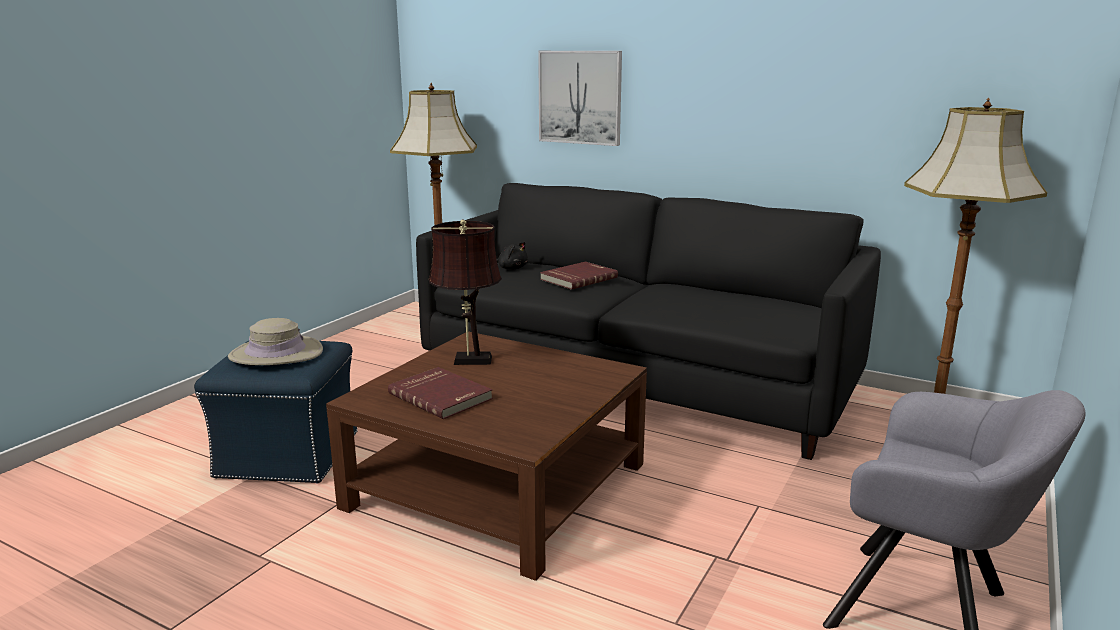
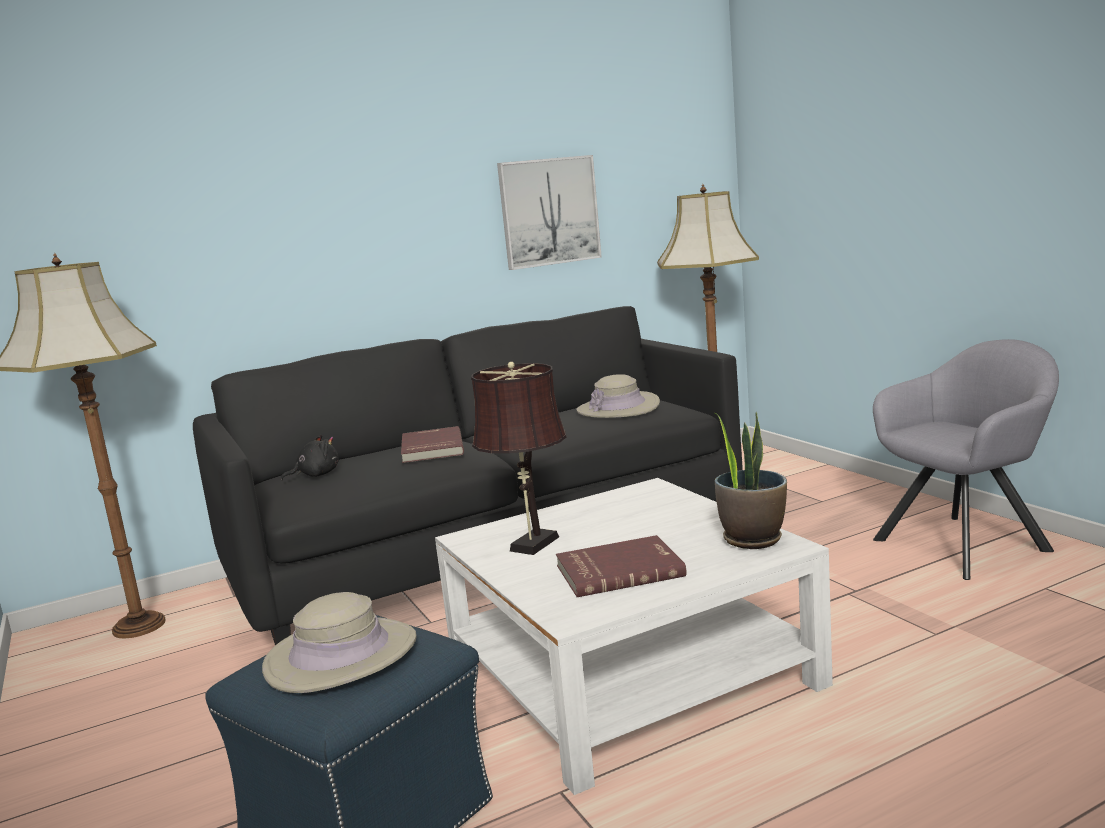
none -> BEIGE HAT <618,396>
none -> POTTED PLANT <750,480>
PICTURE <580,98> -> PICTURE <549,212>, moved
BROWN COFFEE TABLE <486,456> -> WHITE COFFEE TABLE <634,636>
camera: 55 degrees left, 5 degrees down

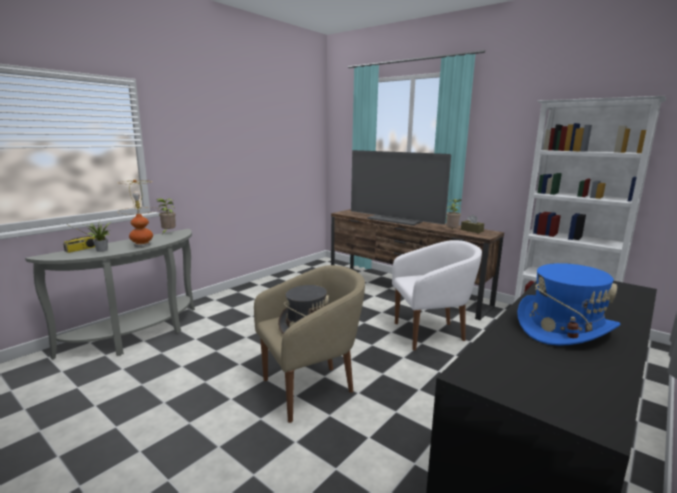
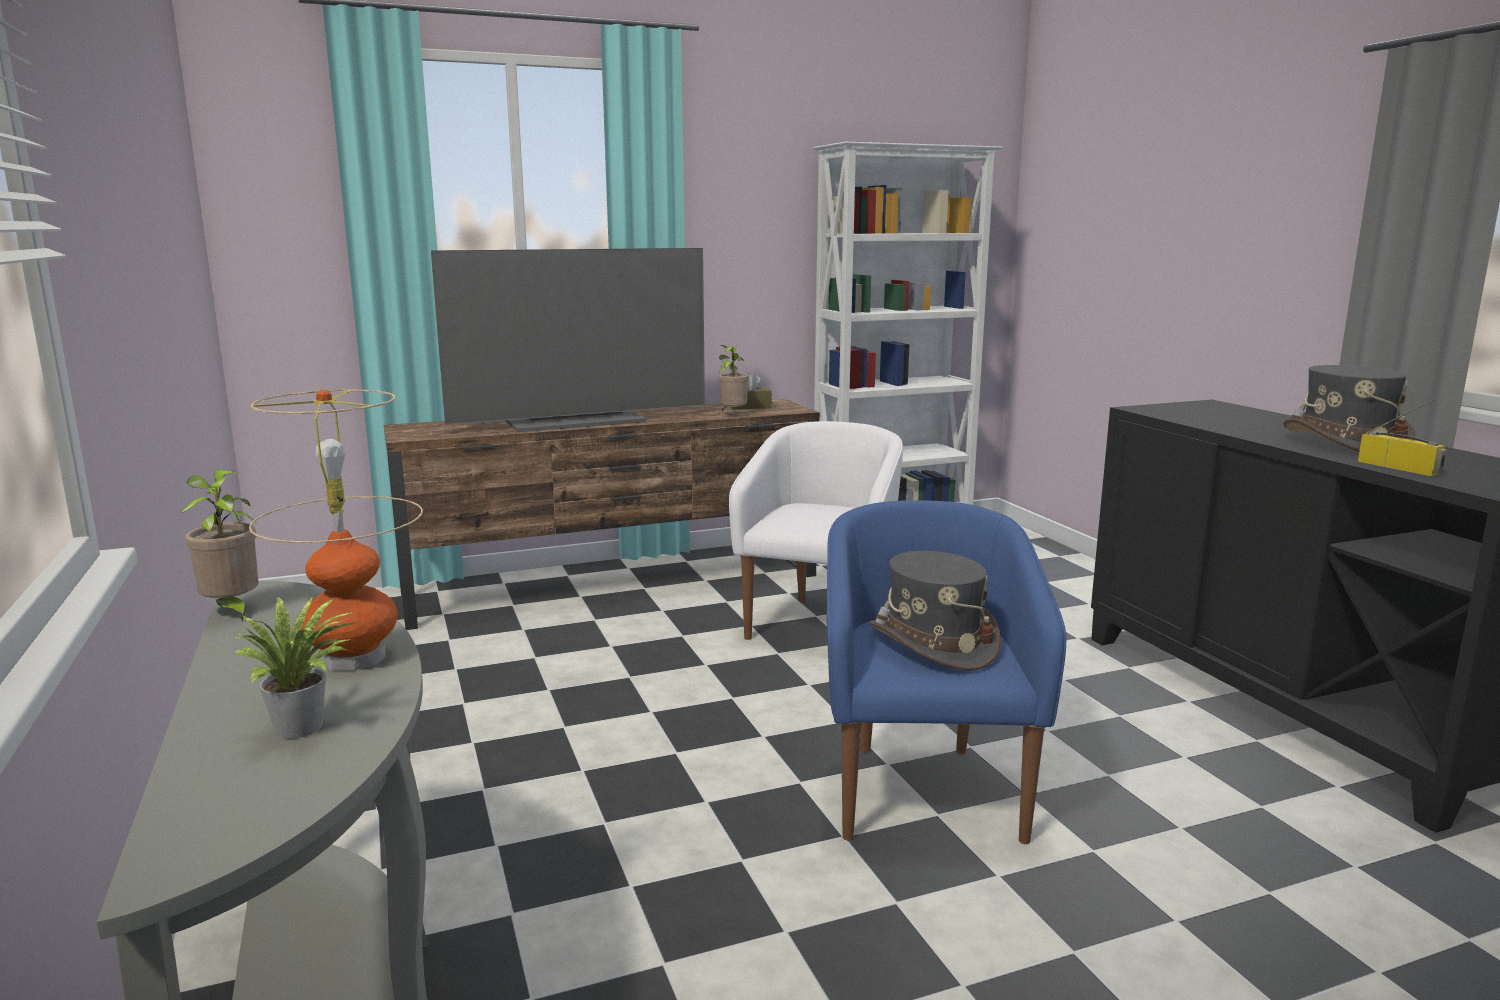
RADIO <79,238> -> RADIO <1402,437>, moved
BEIGE ARMCHAIR <309,344> -> BLUE ARMCHAIR <946,672>
BLUE HAT <568,304> -> GREY HAT <1349,408>
camera: 60 degrees left, 0 degrees up

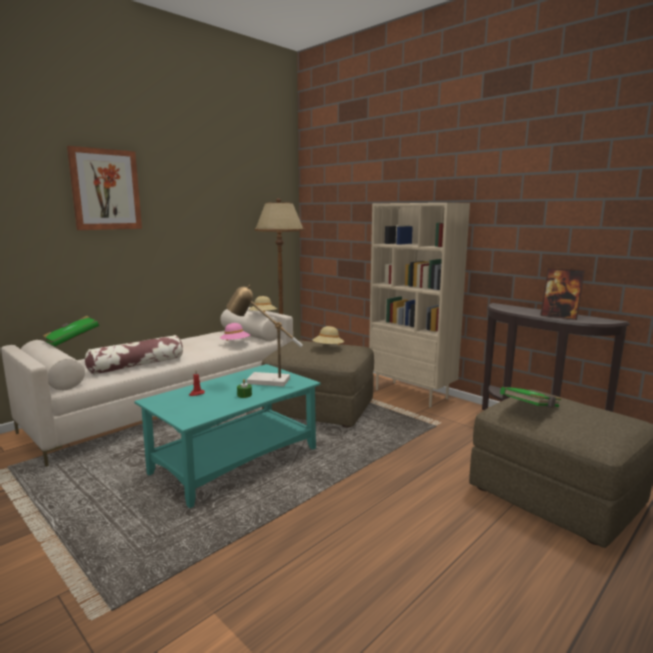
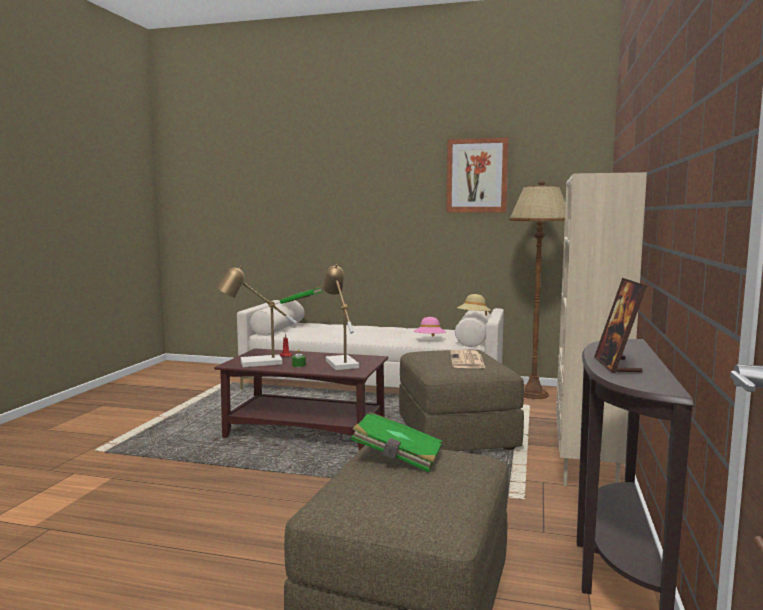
PILLOW <134,355> -> none
none -> TABLE LAMP <256,316>
PICTURE <104,188> -> PICTURE <478,174>, moved
BEIGE HAT <328,335> -> NEWSPAPER <467,359>
TURQUOISE COFFEE TABLE <227,436> -> BROWN COFFEE TABLE <301,399>
camera: 60 degrees right, 5 degrees down

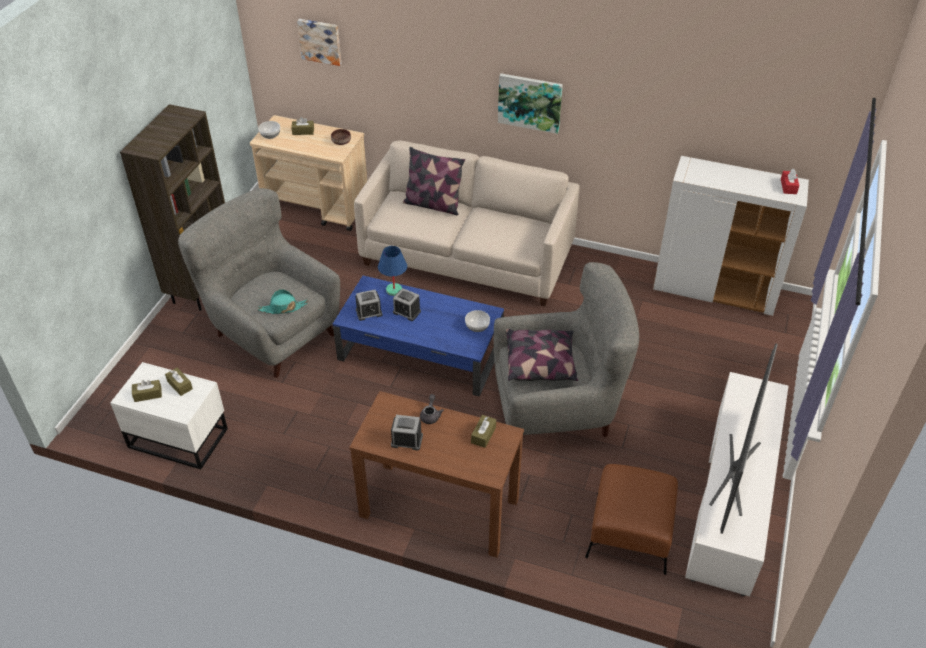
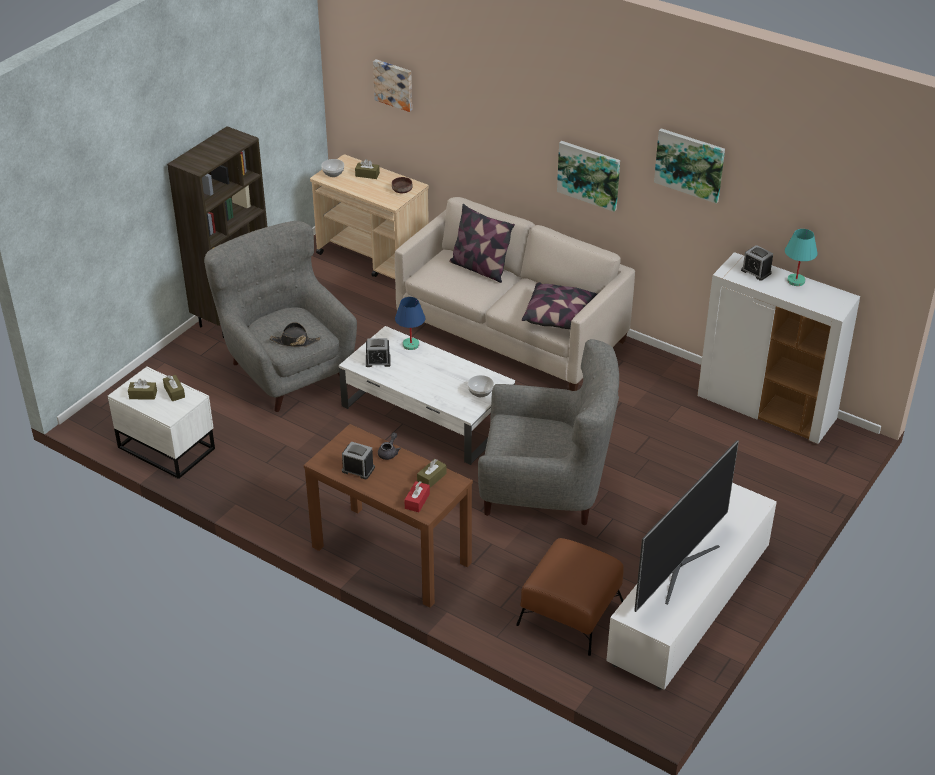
none -> PICTURE <689,165>
none -> TURQUOISE TABLE LAMP <801,257>
ALARM CLOCK <407,304> -> ALARM CLOCK <757,263>, moved
PILLOW <542,355> -> PILLOW <559,305>, moved
RED TISSUE BOX <790,181> -> RED TISSUE BOX <417,496>, moved
TURQUOISE HAT <283,301> -> BLACK HAT <295,334>
BLUE COFFEE TABLE <418,336> -> WHITE COFFEE TABLE <427,395>
camera: 15 degrees right, 5 degrees down

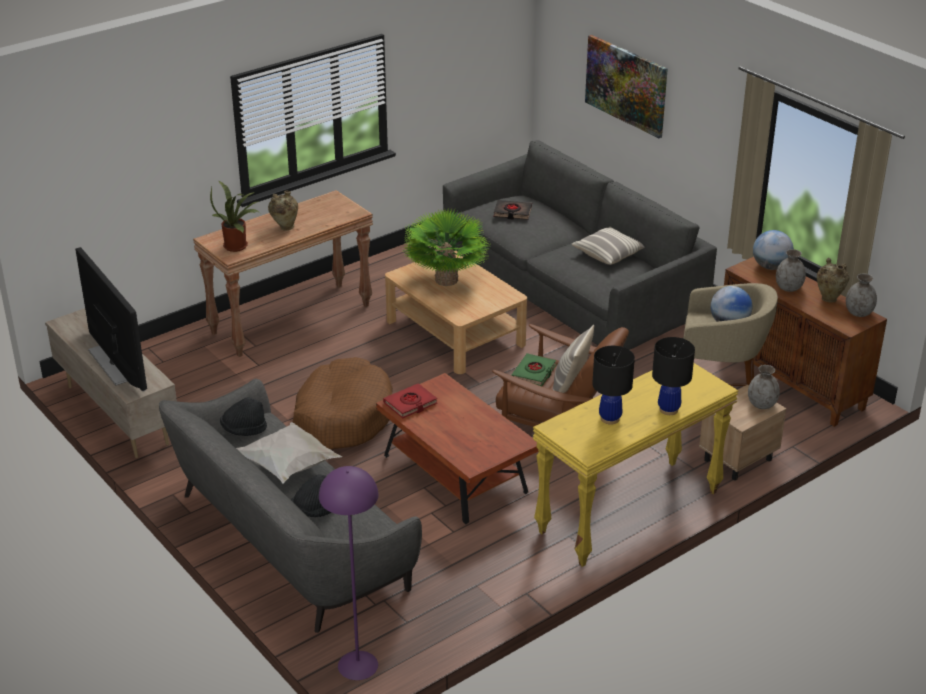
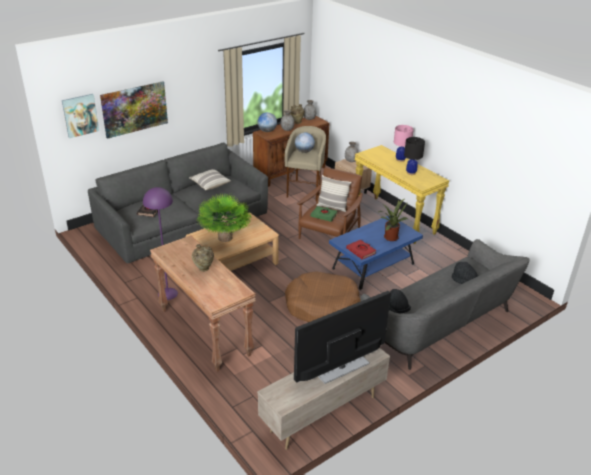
WHITE PILLOW <289,452> -> none
none -> PICTURE <80,116>
POTTED PLANT <235,216> -> POTTED PLANT <393,220>, moved
PURPLE FLOOR LAMP <348,573> -> PURPLE FLOOR LAMP <160,243>, moved
BROWN COFFEE TABLE <457,448> -> BLUE COFFEE TABLE <376,252>
BLACK TABLE LAMP <673,376> -> PINK TABLE LAMP <404,143>
camera: 90 degrees left, 0 degrees up

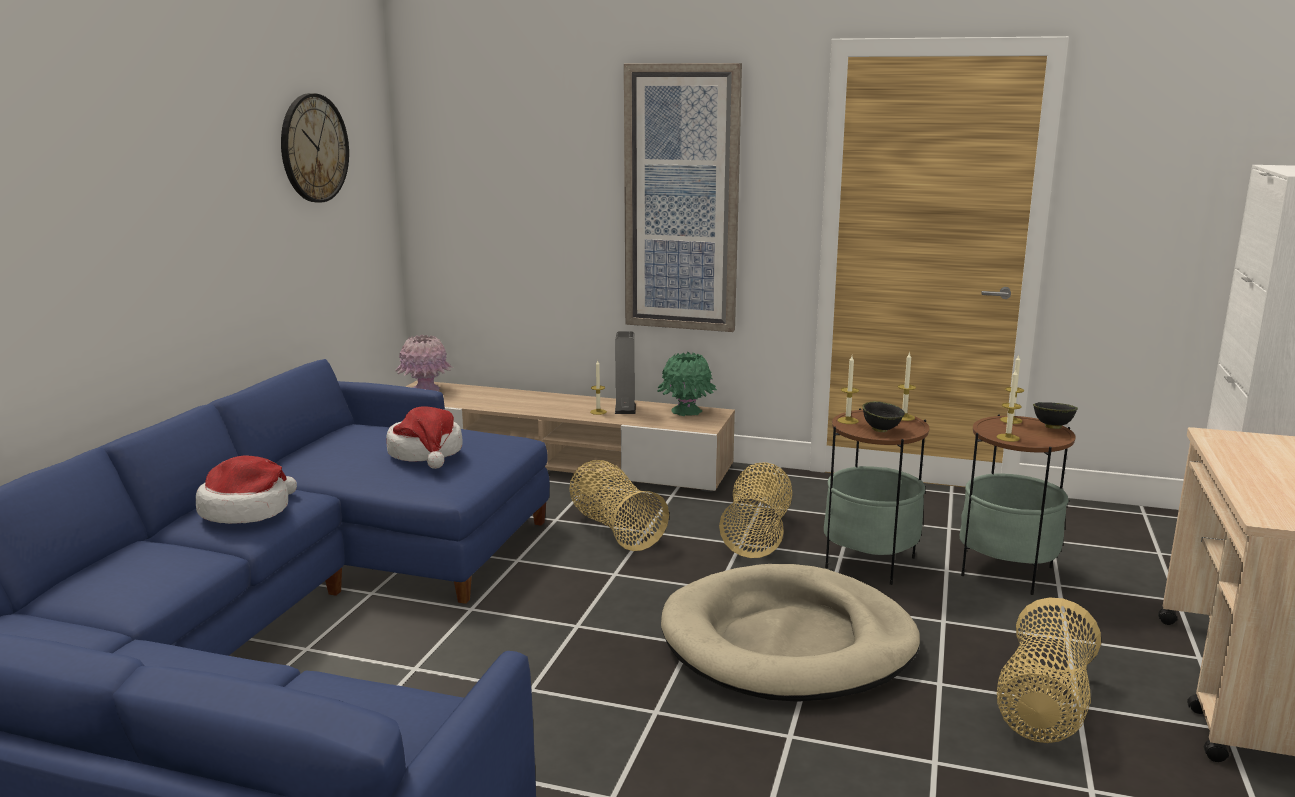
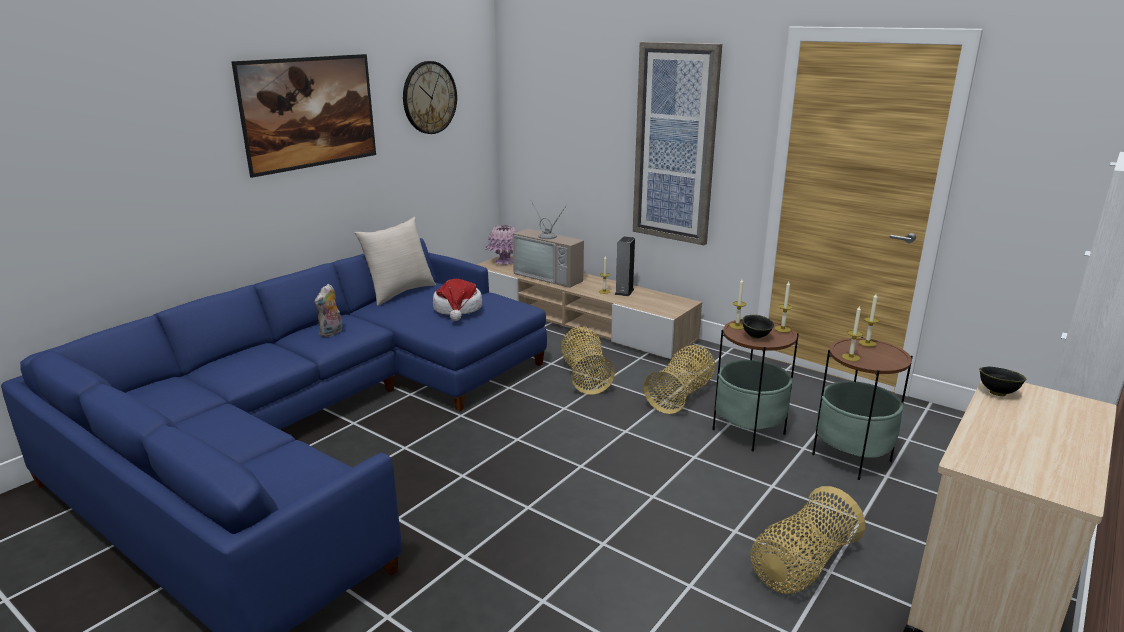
GREEN VASE <687,384> -> none
BEIGE DOG BED <790,633> -> none
none -> PICTURE <303,116>
none -> BEIGE PILLOW <395,261>
none -> TELEVISION <548,243>
BLACK BOWL <1055,415> -> BLACK BOWL <1002,381>, moved
HAT <246,489> -> PLUSH TOY <329,310>
camera: 20 degrees right, 5 degrees up

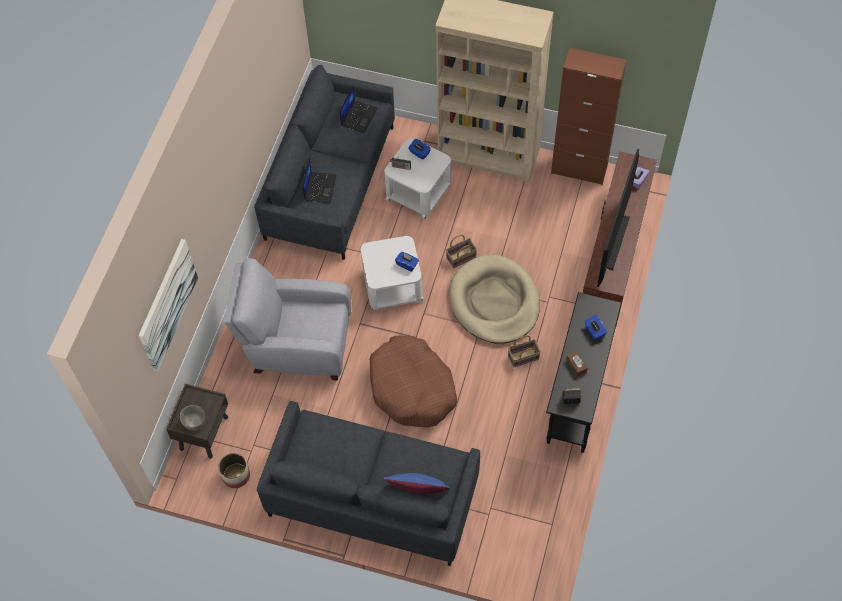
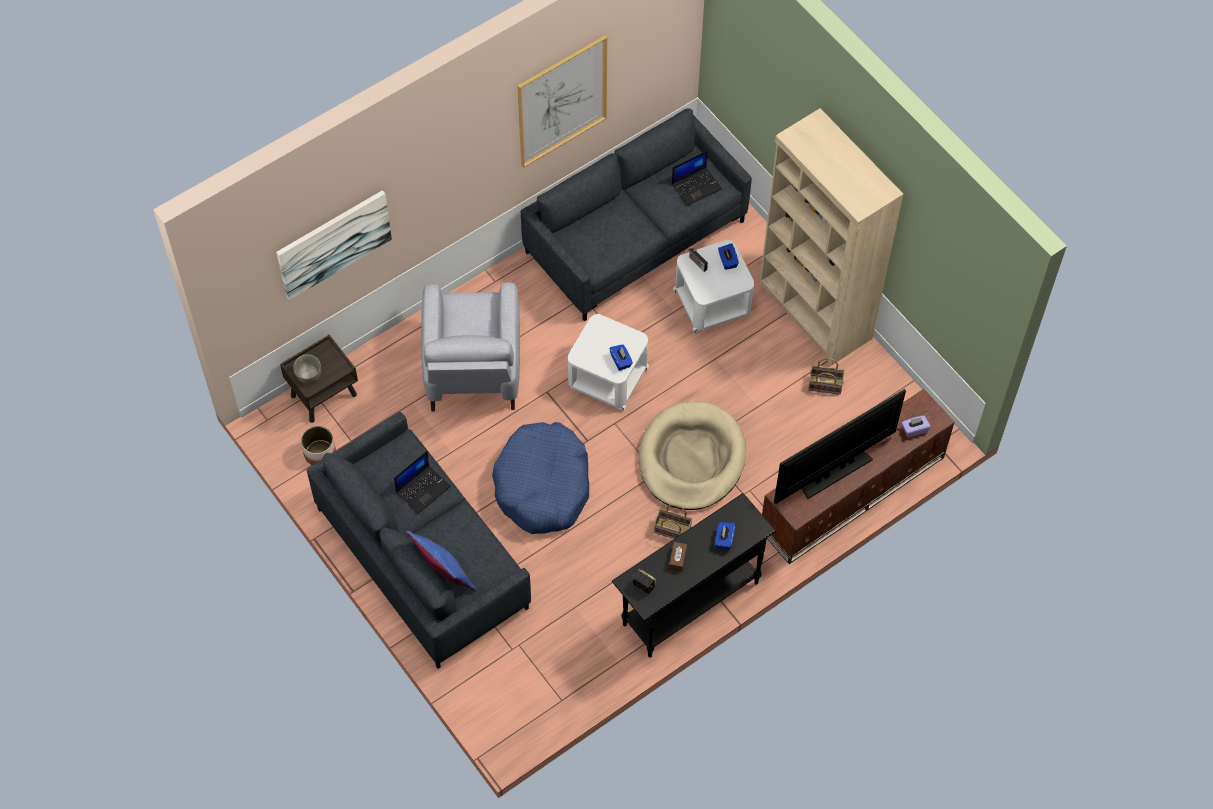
BROWN CABINET <589,116> -> none
none -> PICTURE <562,101>
LAPTOP <319,180> -> LAPTOP <422,482>, moved
BASKET <461,251> -> BASKET <826,376>, moved
BROWN DOG BED <413,381> -> BLUE DOG BED <540,478>
GREY ARMCHAIR <287,319> -> GREY ARMCHAIR <470,346>, 135 degrees counterclockwise
camera: 35 degrees right, 0 degrees up

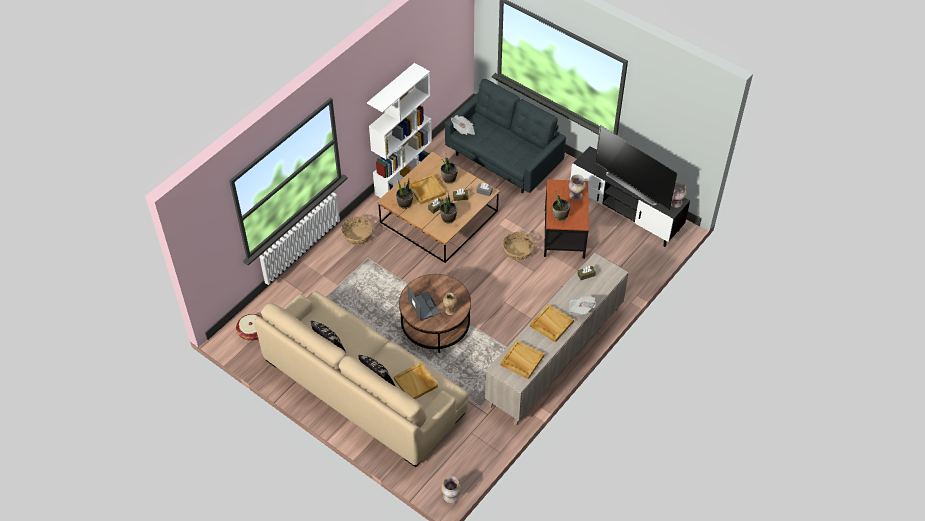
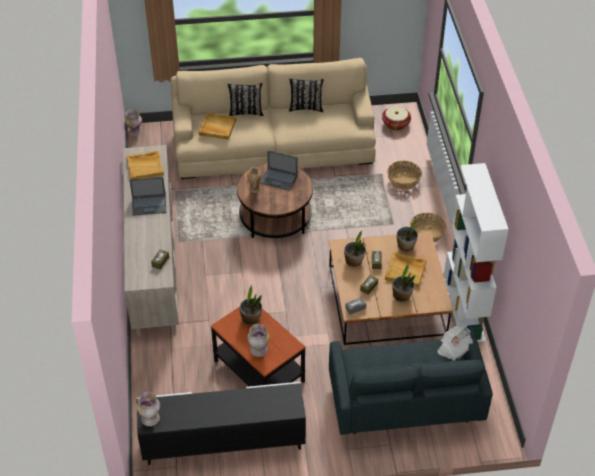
NEWSPAPER <582,305> -> none
TELEVISION <636,168> -> none
BASKET <518,246> -> BASKET <404,175>, moved
BEIGE TRAY <552,323> -> LAPTOP <147,196>
camera: 135 degrees right, 5 degrees down

